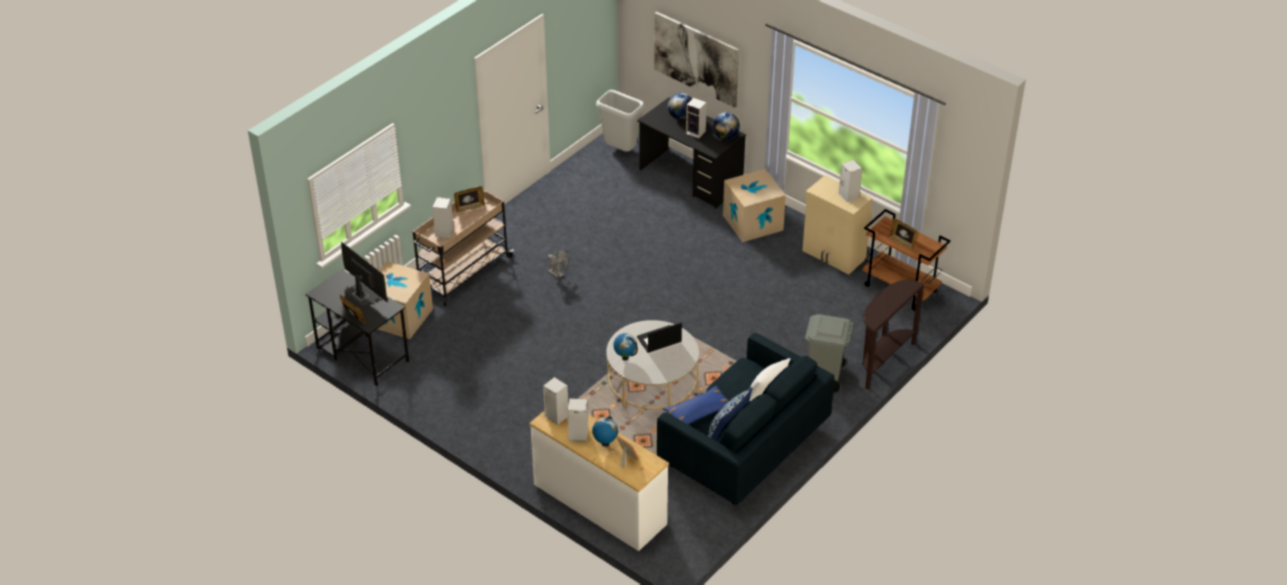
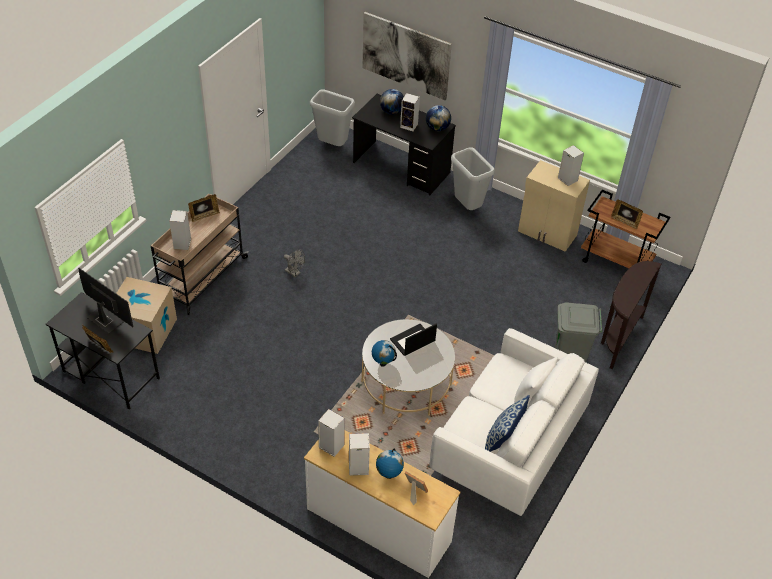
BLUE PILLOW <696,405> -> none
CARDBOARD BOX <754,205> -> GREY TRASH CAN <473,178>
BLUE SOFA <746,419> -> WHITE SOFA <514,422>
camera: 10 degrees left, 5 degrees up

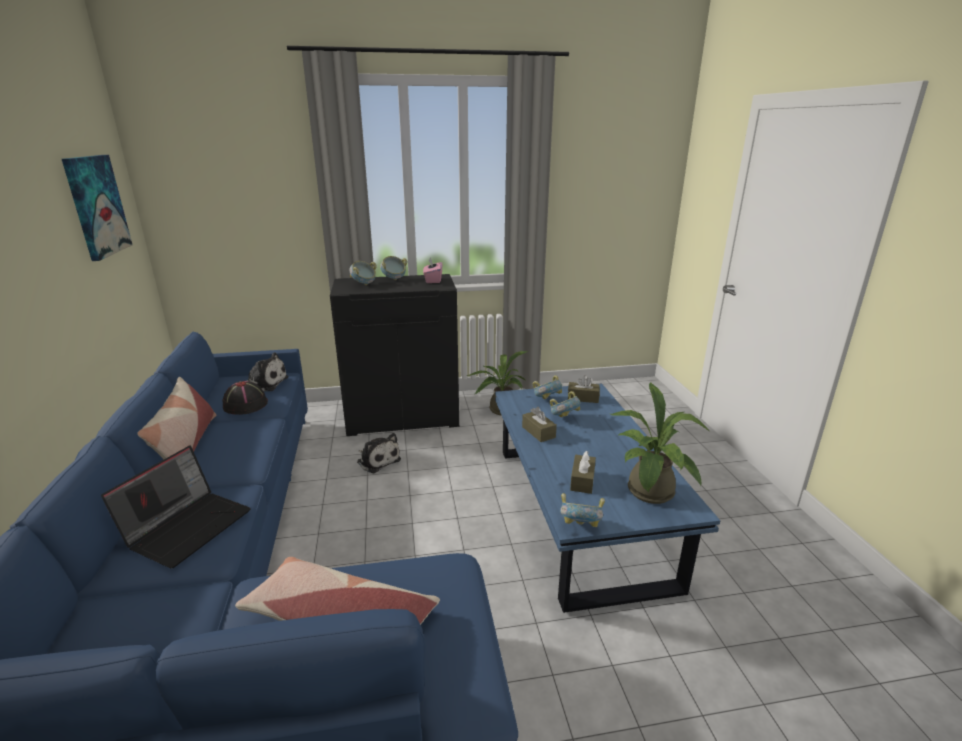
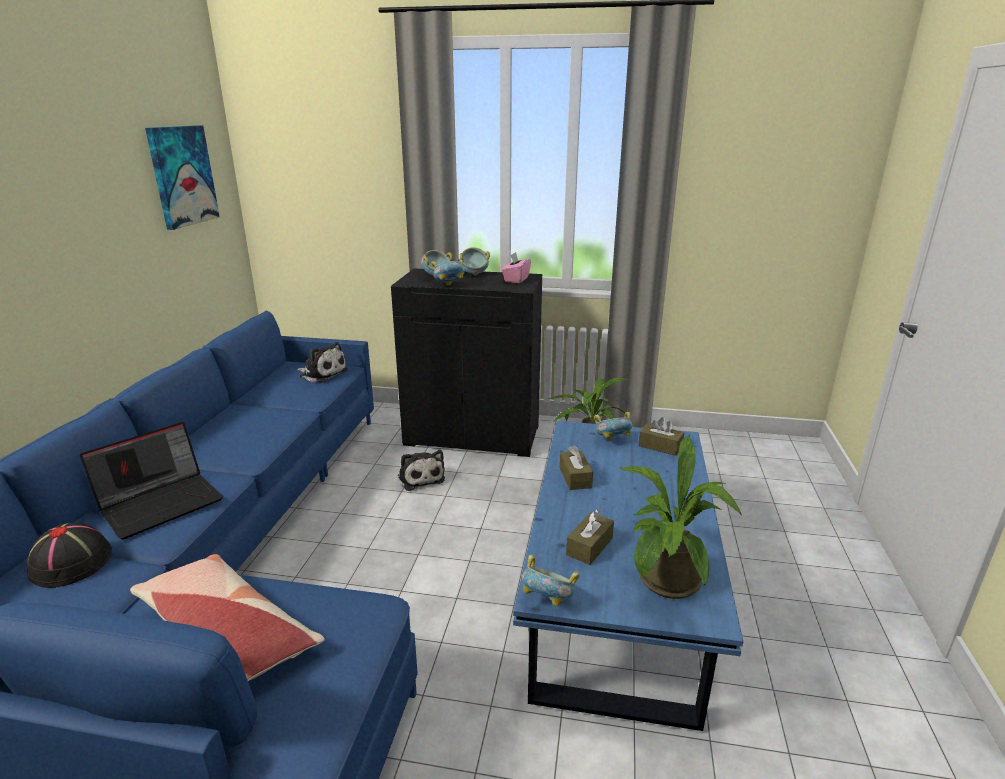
PILLOW <177,418> -> none
BLACK HAT <245,398> -> BLACK HAT <69,555>, moved
BOWL <565,404> -> BOWL <448,273>, moved
camera: 20 degrees right, 0 degrees up

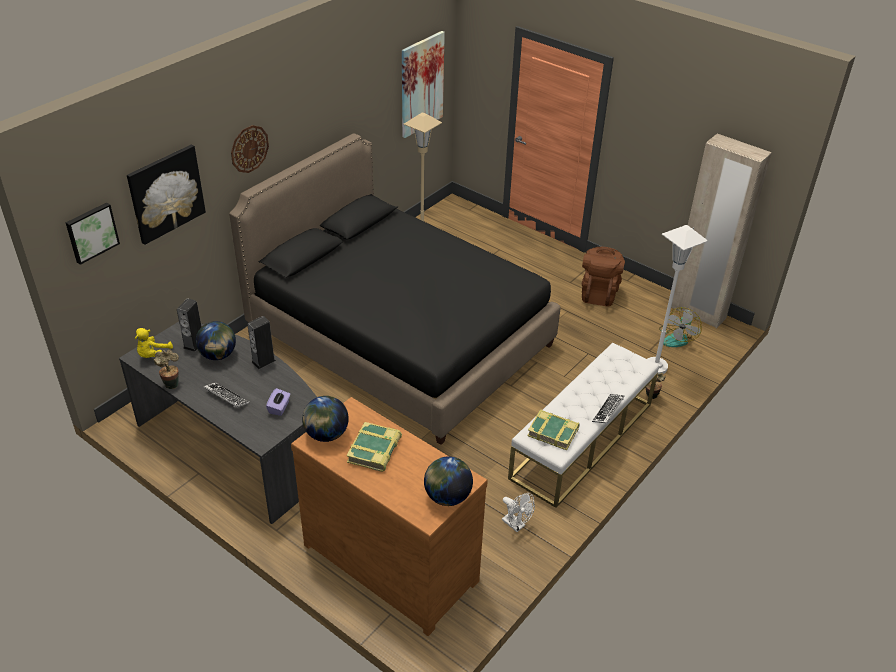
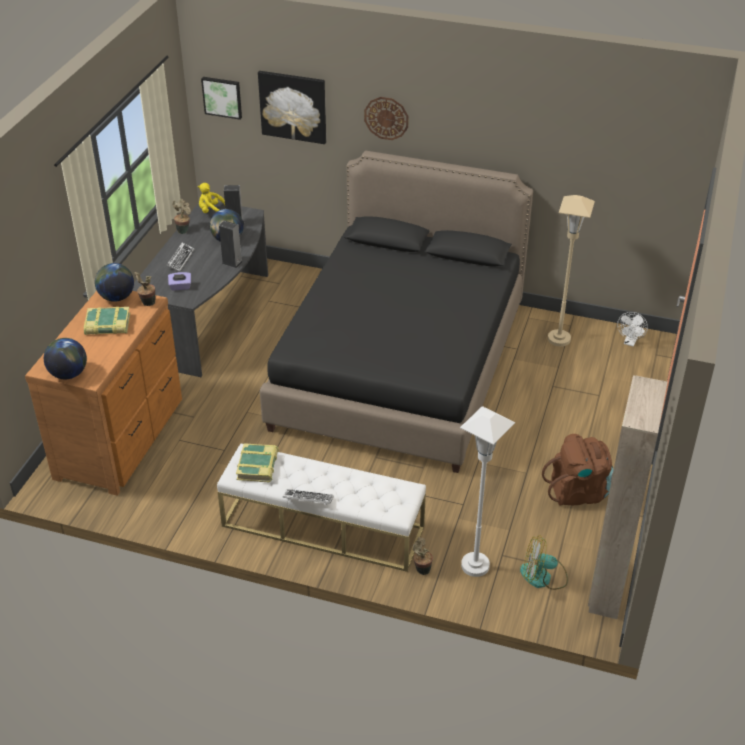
PICTURE <423,84> -> none
none -> POTTED PLANT <145,289>
WHITE FAN <518,512> -> WHITE FAN <632,329>, moved
camera: 70 degrees right, 0 degrees up

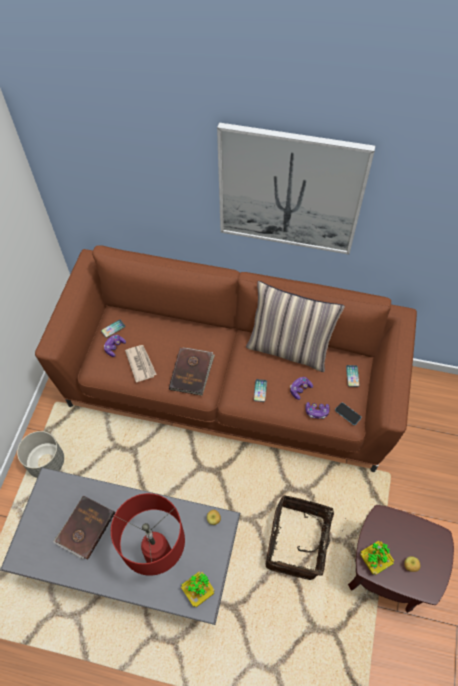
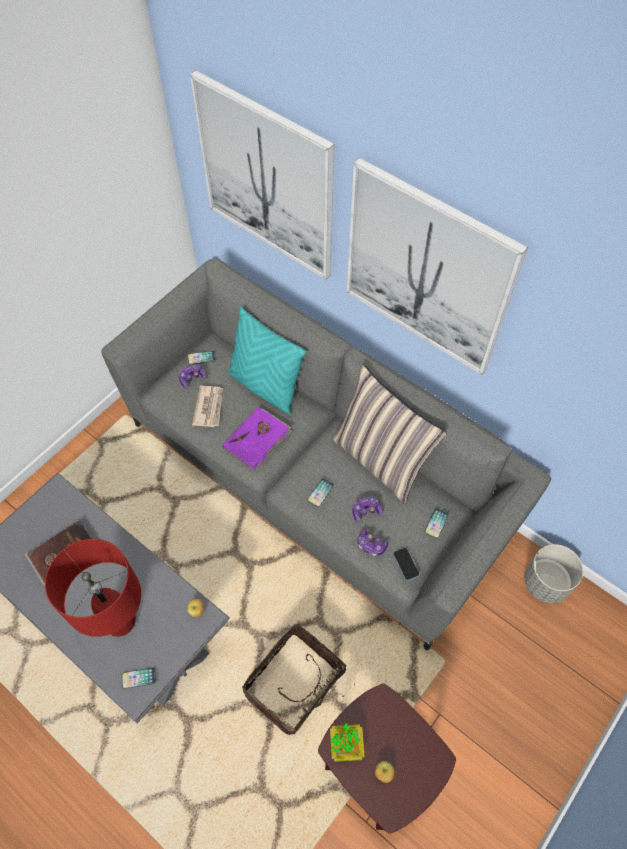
none -> PICTURE <262,175>
none -> TURQUOISE PILLOW <267,360>
GREY PLANTER <40,454> -> GREY PLANTER <553,573>, moved
POTTED PLANT <198,589> -> PHONE <139,678>
BROWN SOFA <226,358> -> GREY SOFA <326,454>
BROWN BOOK <192,372> -> PURPLE BOOK <257,438>
camera: 25 degrees right, 0 degrees up

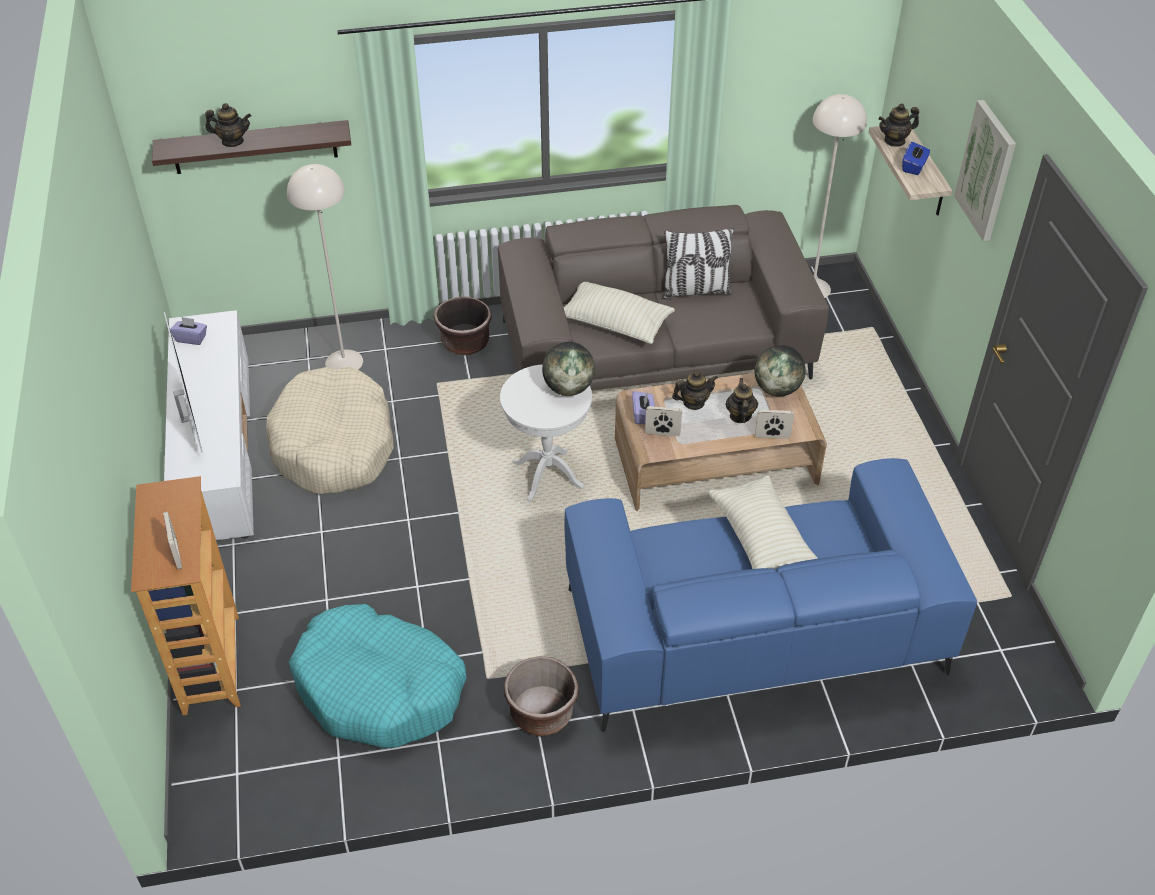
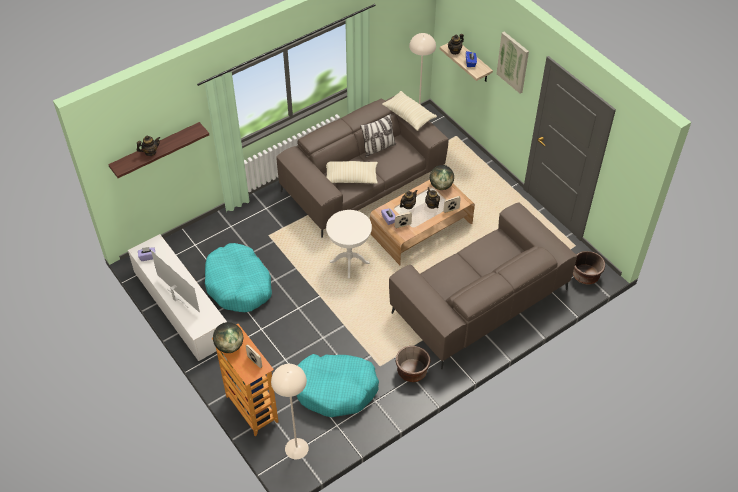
BEIGE FLOOR LAMP <325,267> -> BEIGE FLOOR LAMP <290,411>, moved
BROWN PLANTER <463,326> -> BROWN PLANTER <589,267>, moved
GLOBE <568,369> -> GLOBE <228,337>, moved
BEIGE PILLOW <763,523> -> BEIGE PILLOW <409,111>, moved
BEIGE DOG BED <330,430> -> TURQUOISE DOG BED <238,277>
BLUE SOFA <770,595> -> BROWN SOFA <483,285>
camera: 25 degrees left, 5 degrees up

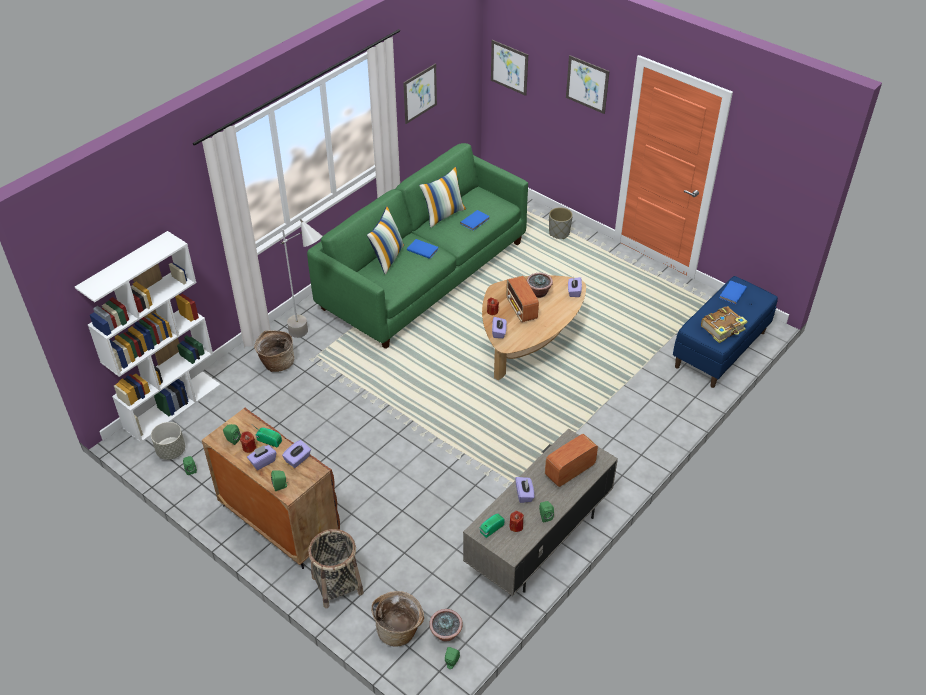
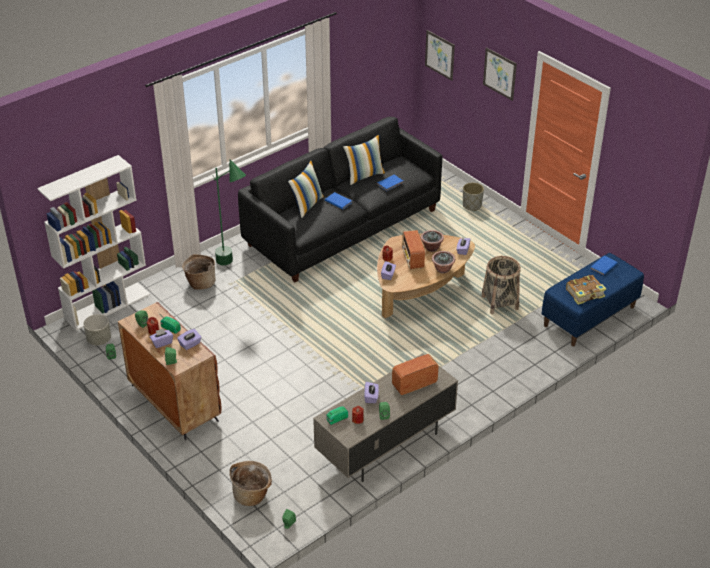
PICTURE <420,94> -> none
BASKET <335,568> -> BASKET <501,285>, moved
POTTED PLANT <446,625> -> POTTED PLANT <443,262>, moved
GREY FLOOR LAMP <300,279> -> GREEN FLOOR LAMP <229,212>
GREEN SOFA <417,246> -> BLACK SOFA <340,199>
camera: 10 degrees right, 5 degrees down

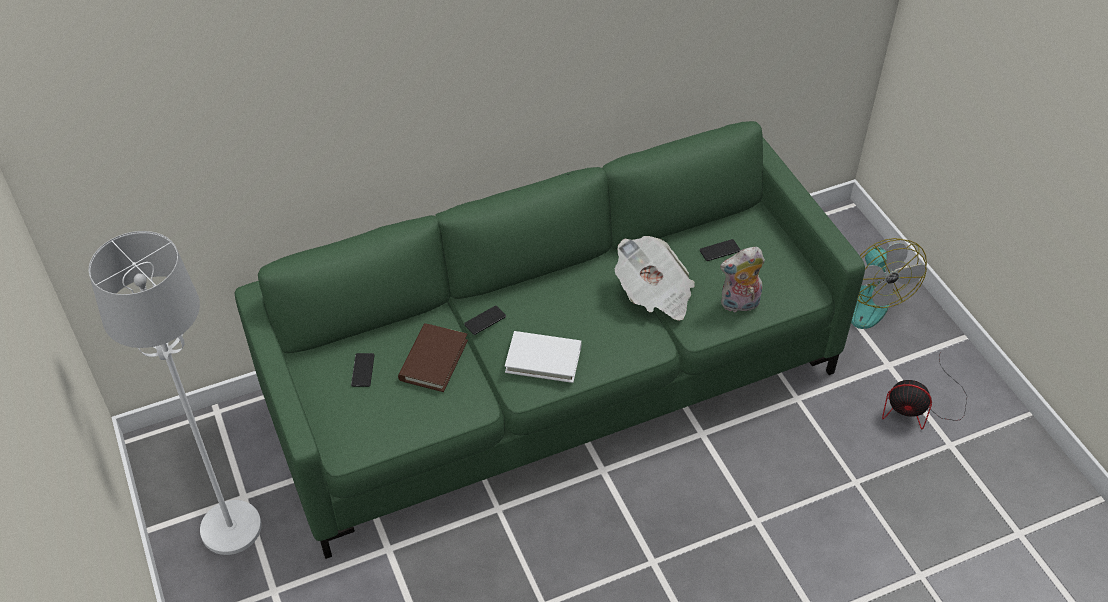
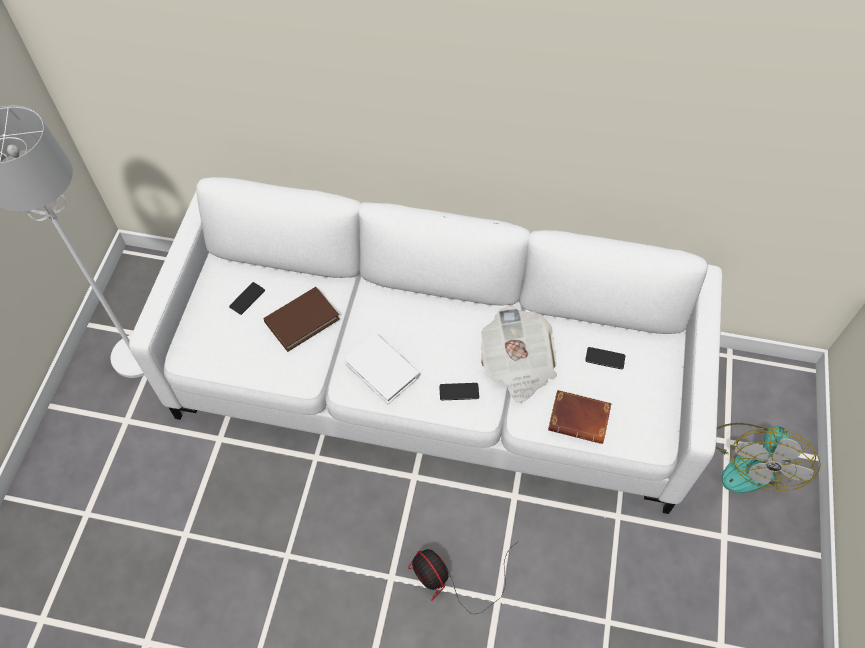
PHONE <485,320> -> PHONE <459,391>, moved
FAN <924,390> -> FAN <463,577>, moved
PLUSH TOY <742,279> -> BROWN BOOK <580,417>
GREEN SOFA <550,340> -> WHITE SOFA <425,345>
camera: 35 degrees right, 10 degrees up

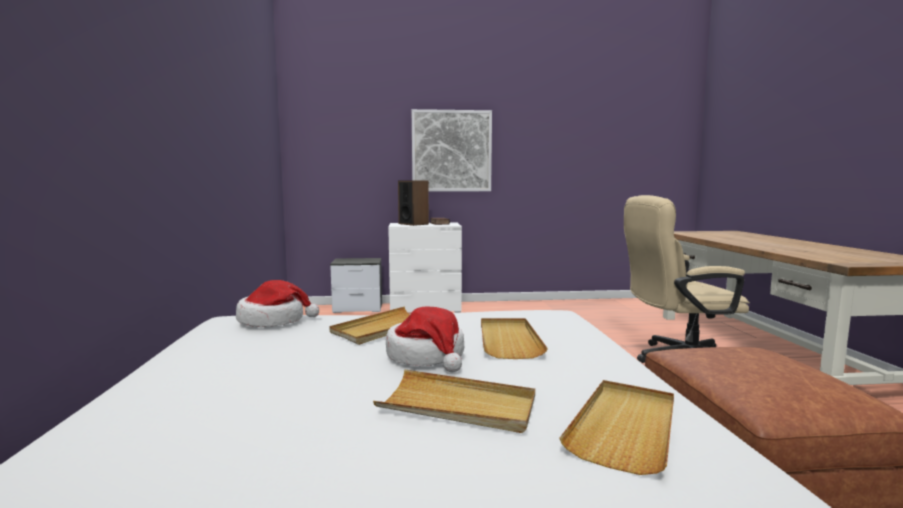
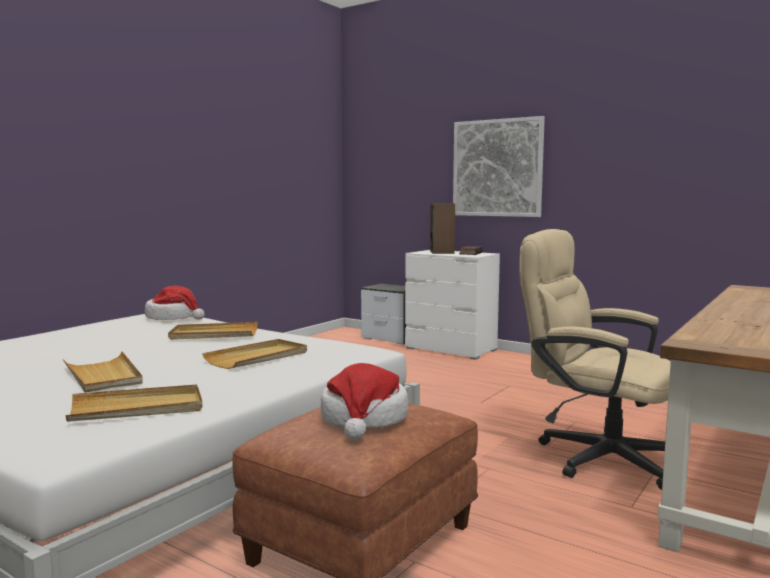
HAT <425,339> -> HAT <364,401>, moved
camera: 40 degrees right, 0 degrees up

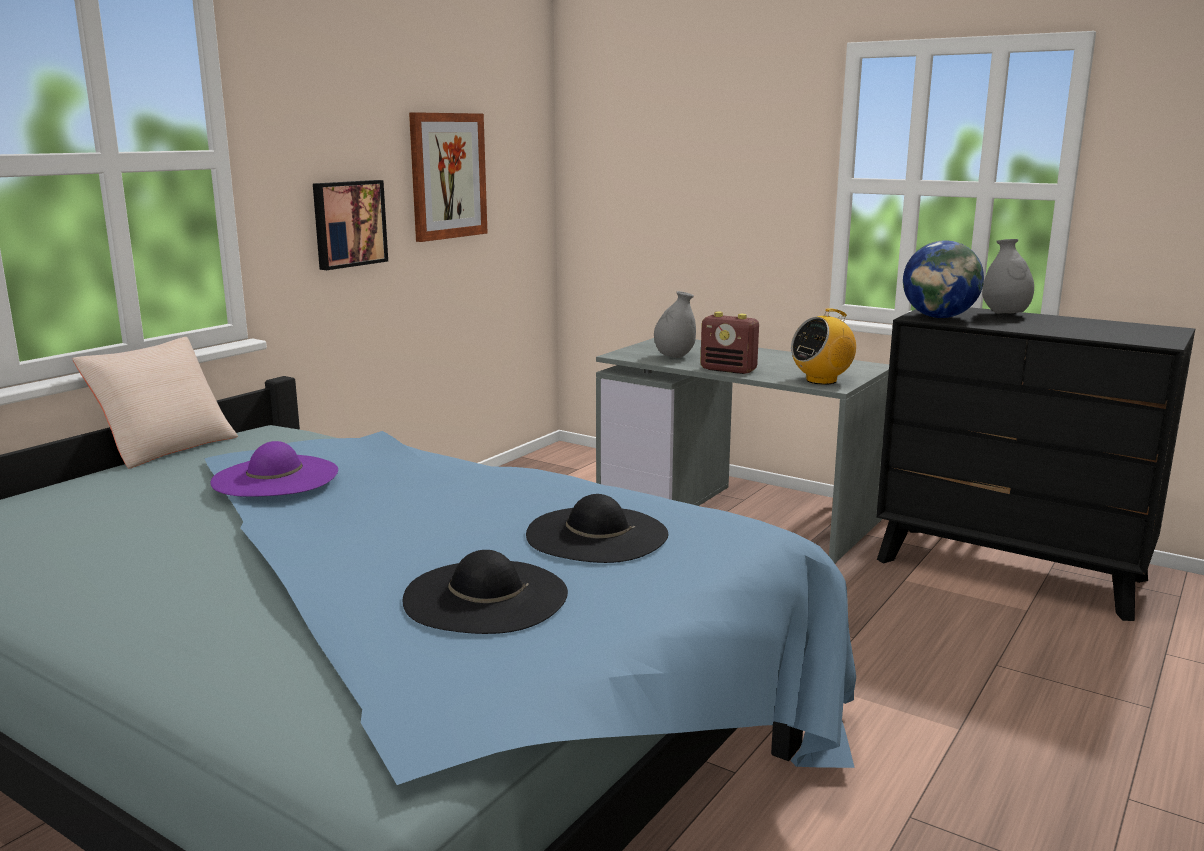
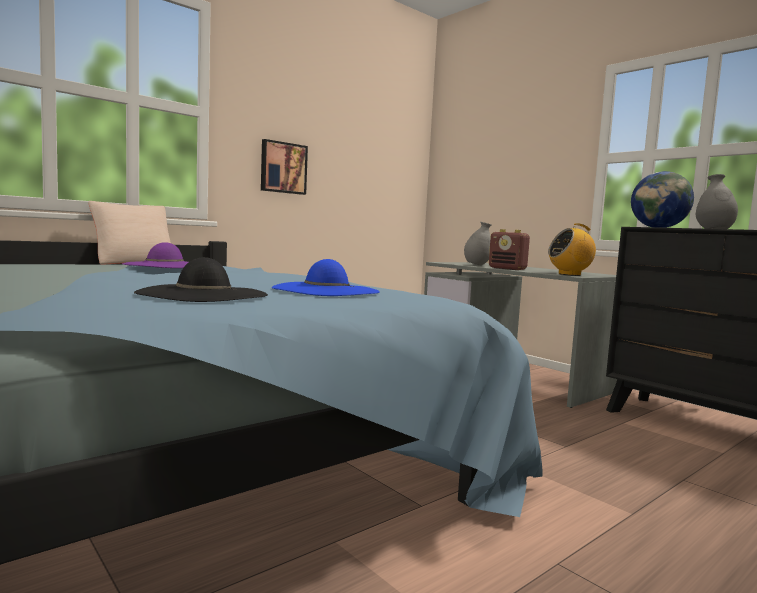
PICTURE <448,177> -> none
BLACK HAT <597,528> -> BLUE HAT <326,277>
camera: 15 degrees right, 10 degrees down

